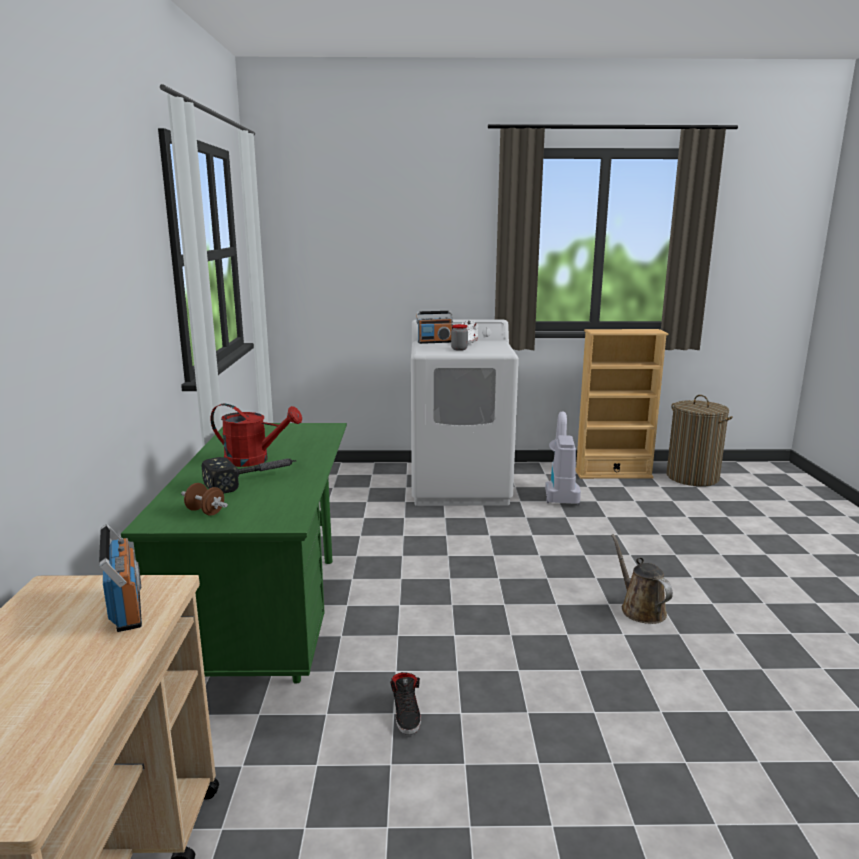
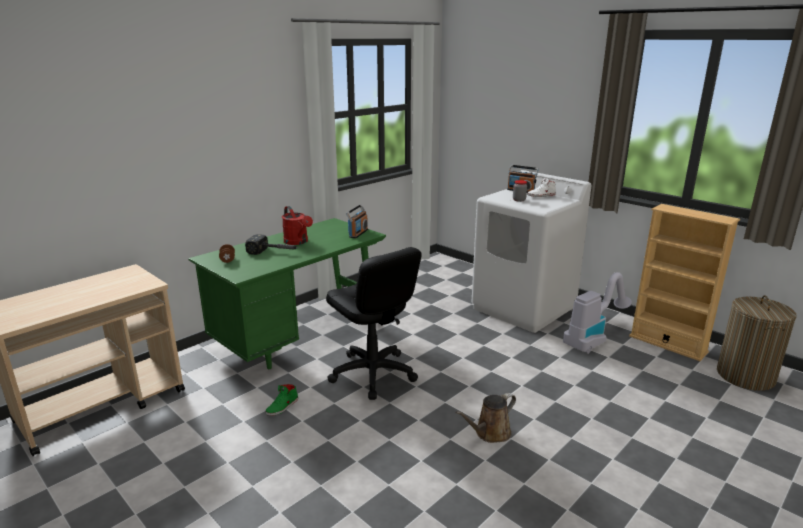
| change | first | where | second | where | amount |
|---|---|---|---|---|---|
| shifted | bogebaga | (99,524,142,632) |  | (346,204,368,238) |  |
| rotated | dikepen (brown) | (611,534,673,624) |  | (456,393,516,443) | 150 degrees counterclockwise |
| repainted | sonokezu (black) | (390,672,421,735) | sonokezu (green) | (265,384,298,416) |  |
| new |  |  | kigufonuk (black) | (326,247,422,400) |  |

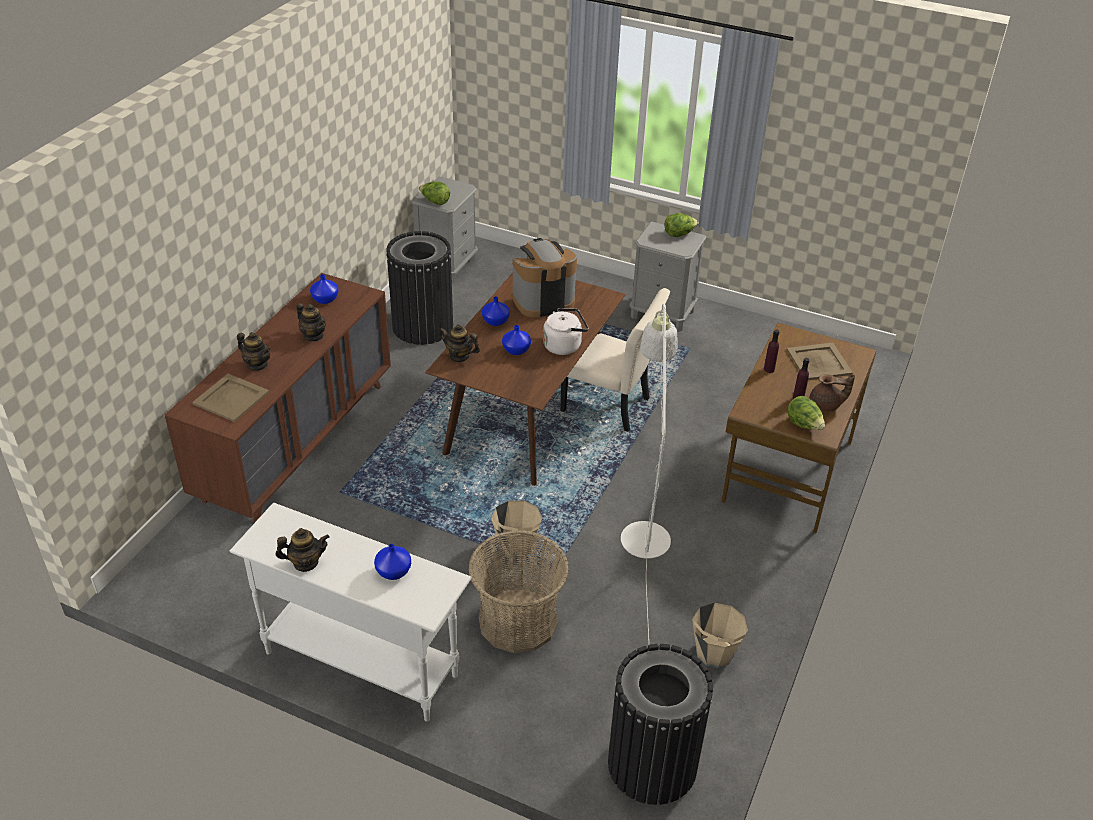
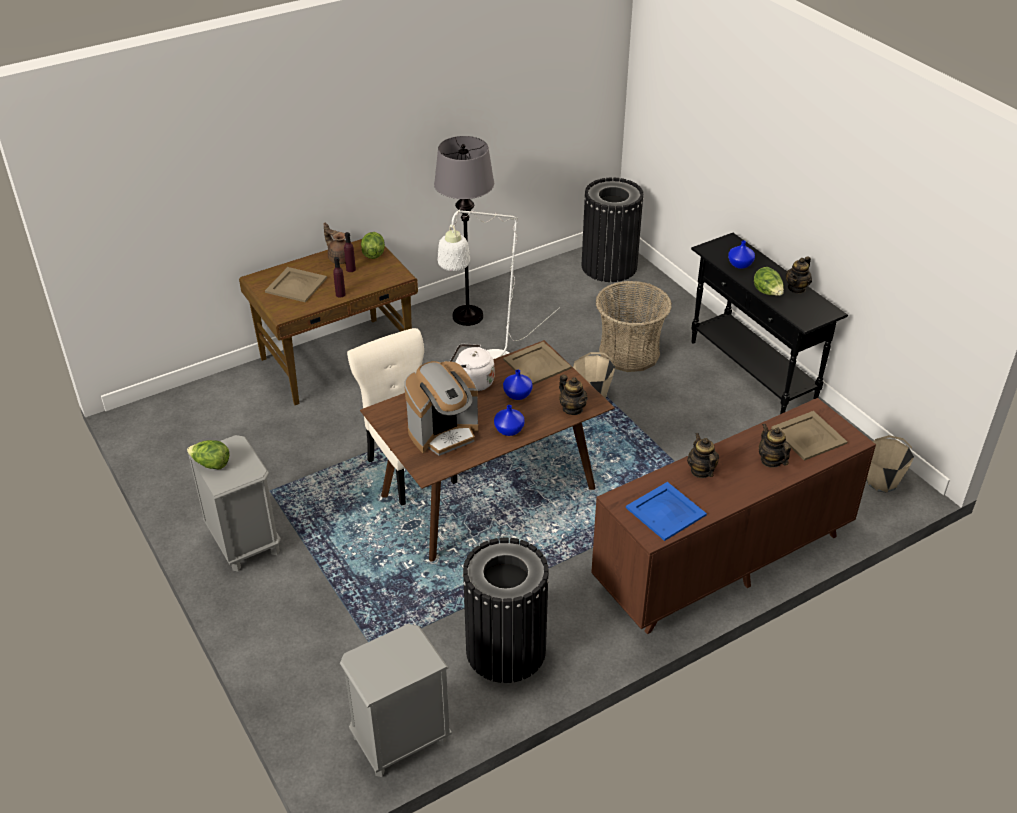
| change | first | where | second | where | amount |
|---|---|---|---|---|---|
| shifted | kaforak | (419,182,450,205) |  | (754,267,784,296) |  |
| rotated | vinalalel | (512,238,577,318) |  | (405,361,479,456) | 45 degrees counterclockwise |
| swapped | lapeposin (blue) | (310,274,339,304) | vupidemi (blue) | (626,482,707,541) |  |
| repainted | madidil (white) | (230,503,472,722) | madidil (black) | (691,233,848,414) |  |
| rotated | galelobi | (276,528,330,572) |  | (786,256,812,294) | 75 degrees counterclockwise |
| shifted | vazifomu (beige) | (692,603,748,668) |  | (866,435,914,493) |  |
| new |  |  | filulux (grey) | (434,136,494,326) |  |
| new |  |  | vupidemi (beige) | (503,342,571,385) |  |

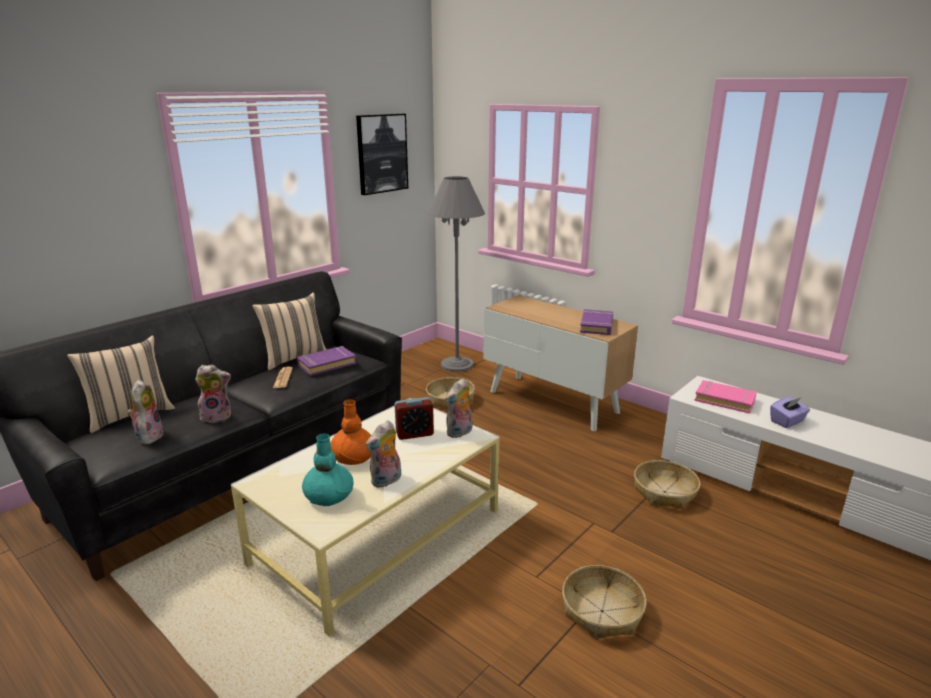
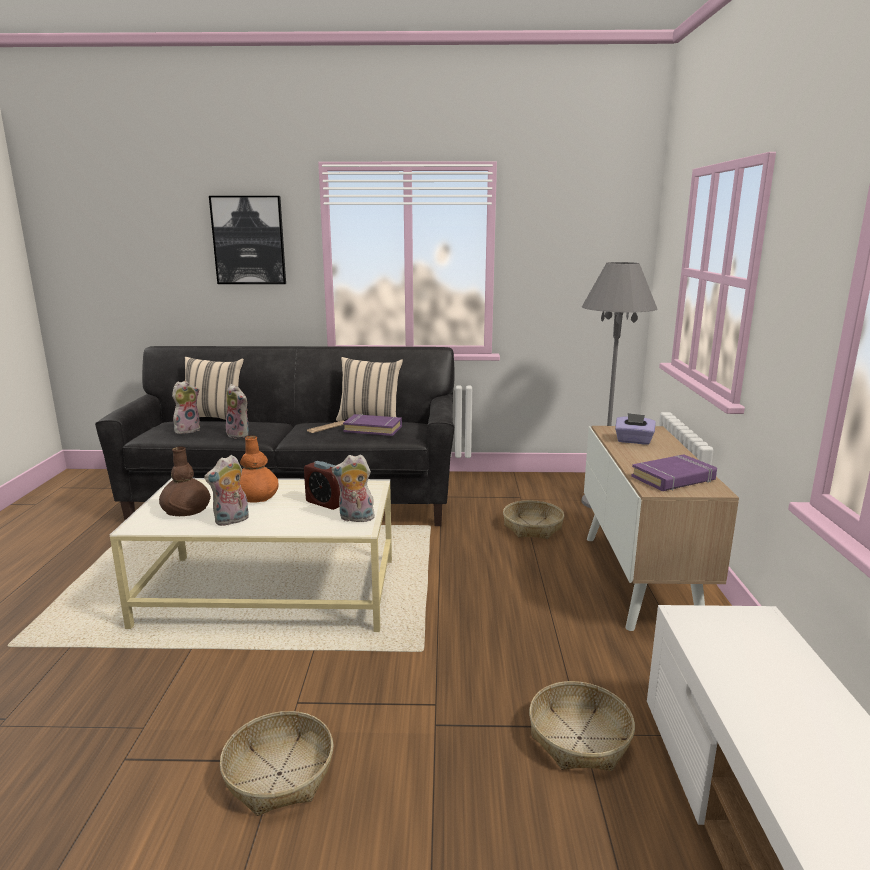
| change | first | where | second | where | amount |
|---|---|---|---|---|---|
| shifted | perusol | (356,114,408,195) |  | (209,196,286,284) |  |
| gone | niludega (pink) | (694,380,757,414) |  |  |  |
| shifted | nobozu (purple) | (770,397,810,428) |  | (615,413,656,445) |  |
| rotated | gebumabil | (366,420,401,488) |  | (204,455,249,526) | 45 degrees counterclockwise |
| repainted | lapeposin (turquoise) | (302,433,354,506) | lapeposin (brown) | (159,446,211,516) |  |

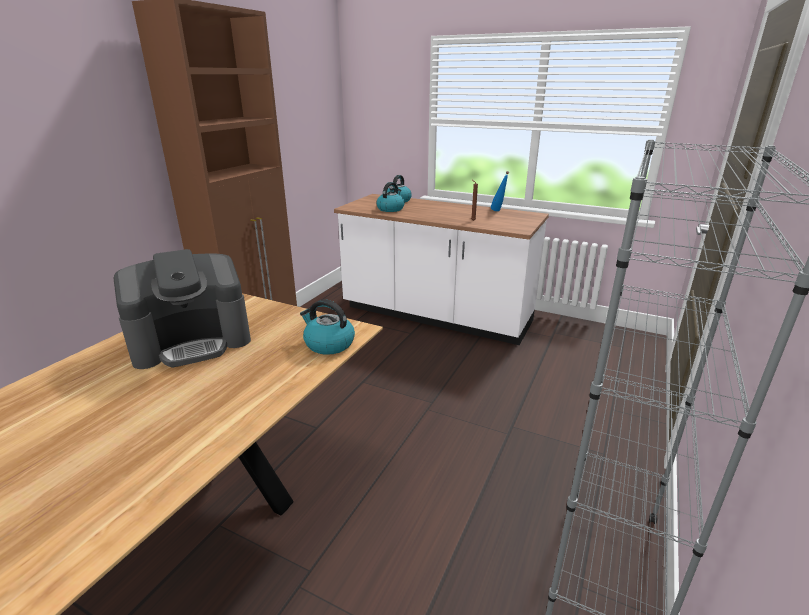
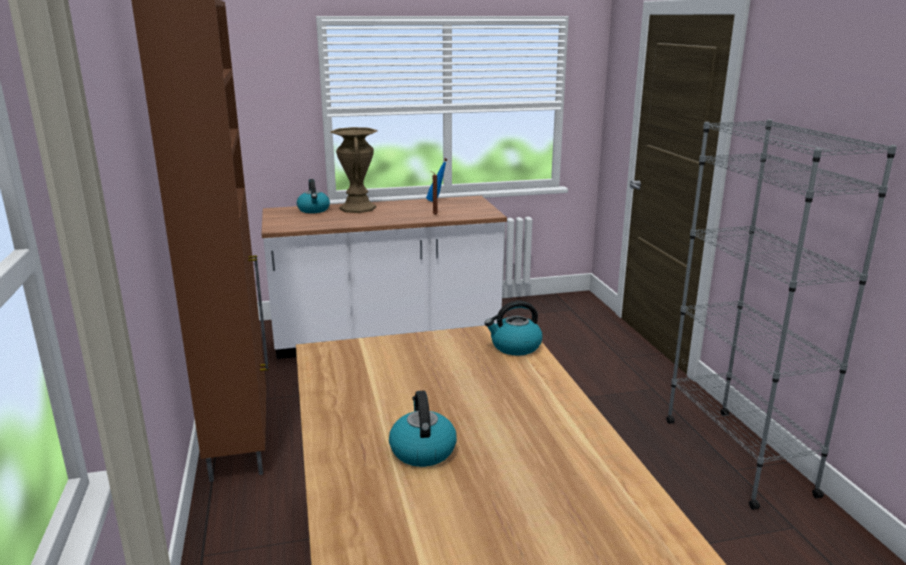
| change | first | where | second | where | amount |
|---|---|---|---|---|---|
| shifted | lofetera | (376,182,405,212) |  | (389,391,457,467) |  |
| gone | vinalalel | (113,249,251,369) |  |  |  |
| new |  |  | lapeposin (brown) | (330,127,378,213) |  |

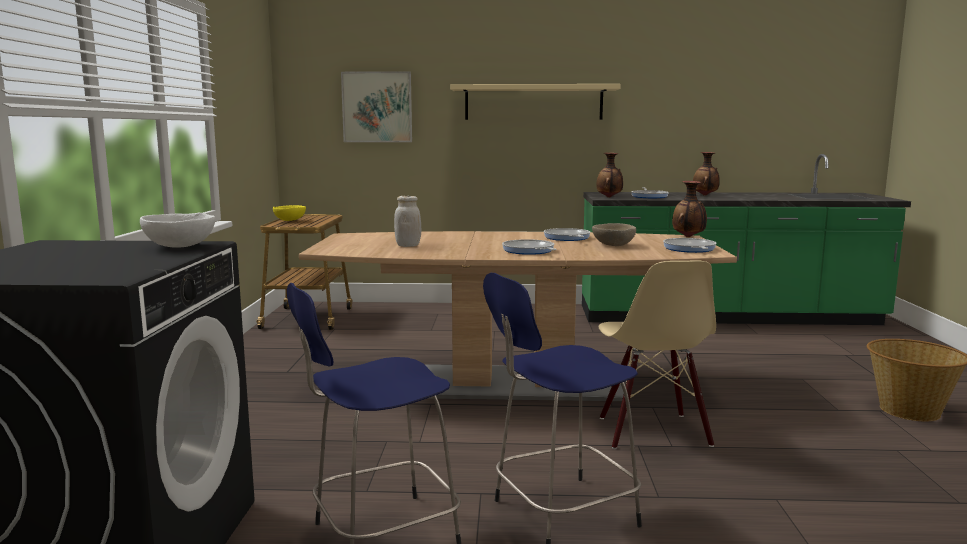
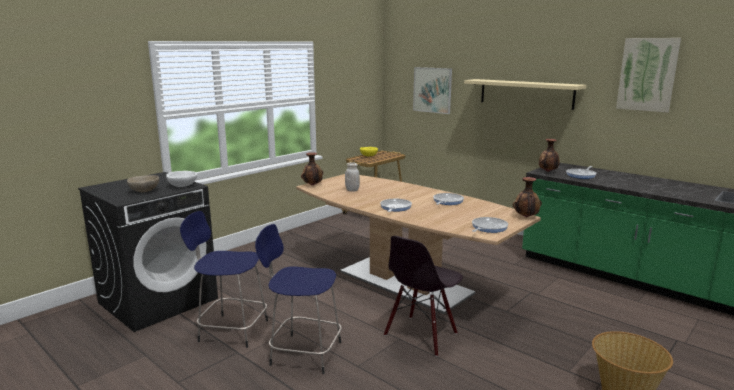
| change | first | where | second | where | amount |
|---|---|---|---|---|---|
| shifted | lapeposin | (693,152,720,196) |  | (301,152,323,186) |  |
| shifted | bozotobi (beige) | (592,223,636,246) |  | (127,175,159,192) |  |
| repainted | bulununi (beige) | (599,260,716,449) | bulununi (black) | (384,236,463,357) |  |
| new |  |  | perusol | (616,38,681,113) |  |

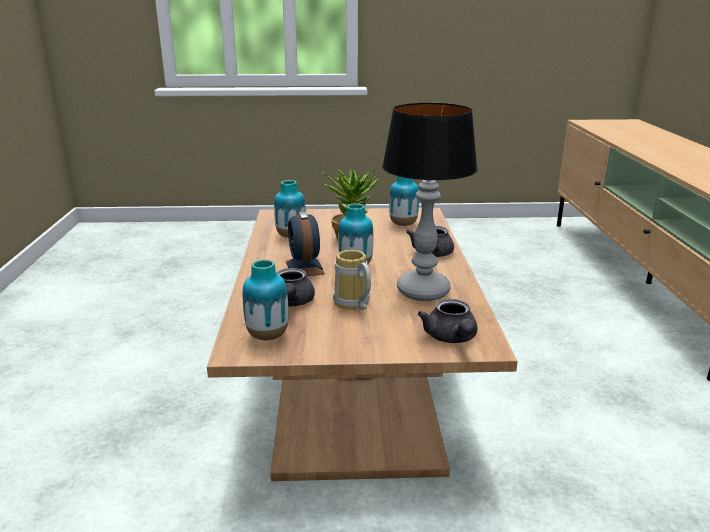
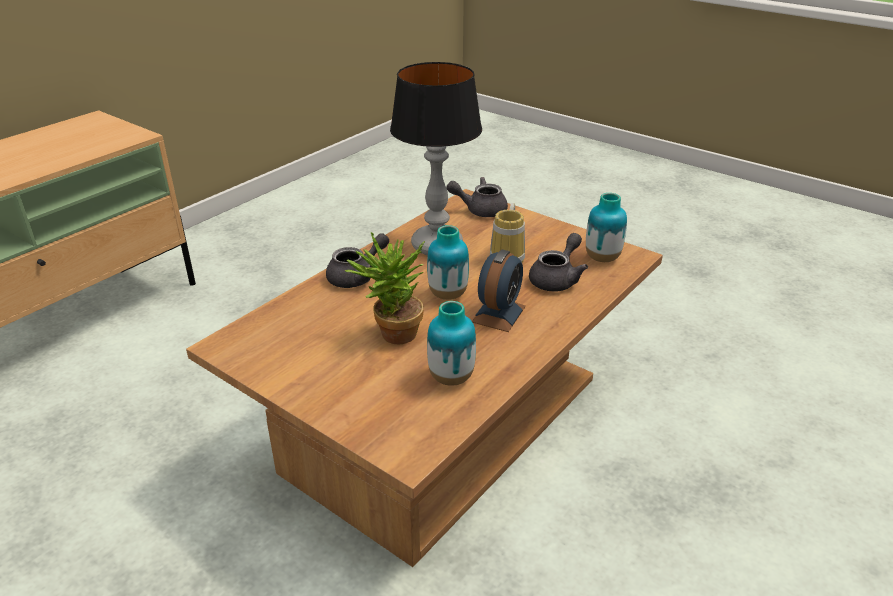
| change | first | where | second | where | amount |
|---|---|---|---|---|---|
| gone | lapeposin | (389,176,419,226) |  |  |  |
| rotated | galelobi (grey) | (418,299,478,343) |  | (446,177,508,217) | 120 degrees counterclockwise |

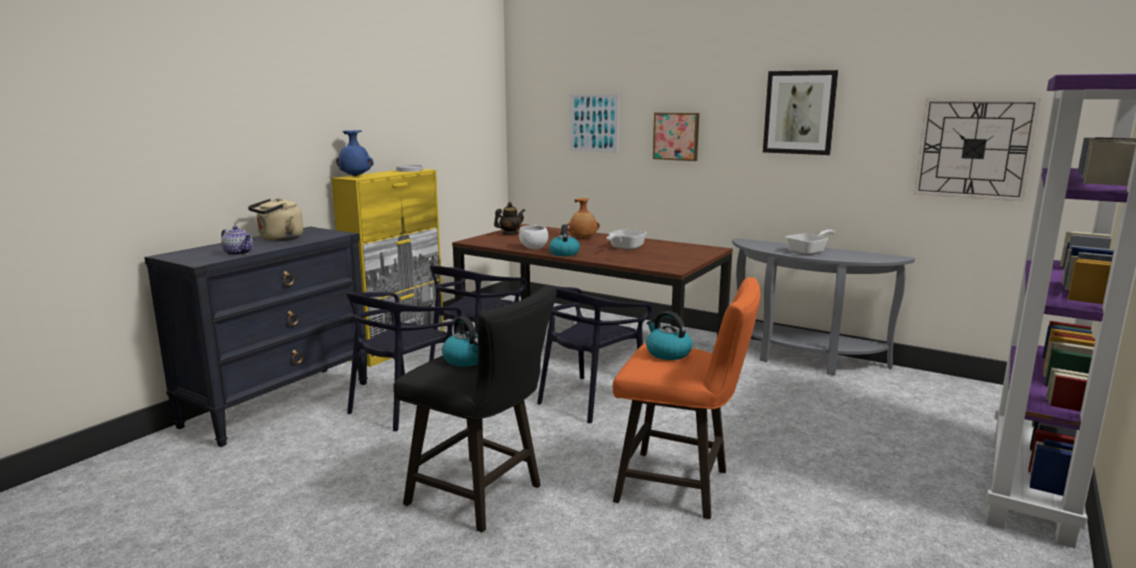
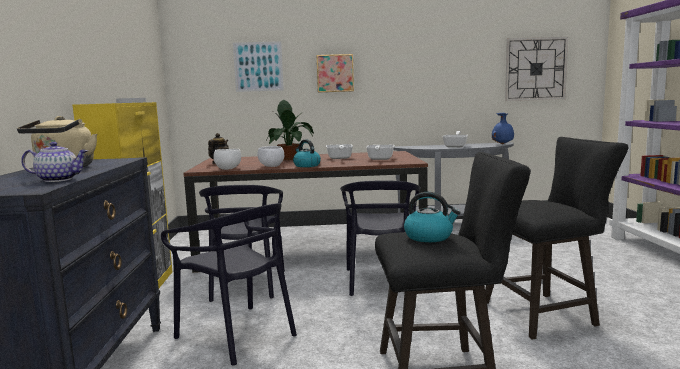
| change | first | where | second | where | amount |
|---|---|---|---|---|---|
| gone | perusol | (763,70,838,155) |  |  |  |
| shifted | lapeposin (blue) | (336,130,374,176) |  | (492,113,514,144) |  |
| swapped | lapeposin (brown) | (567,198,600,239) | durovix | (267,100,314,160) |  |
| repainted | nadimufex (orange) | (613,277,761,519) | nadimufex (black) | (485,137,628,340) |  |
| rotated | bulununi (black) | (346,292,462,431) |  | (161,203,297,366) | 45 degrees counterclockwise |
| gone | lofetera | (646,311,692,360) |  |  |  |
| new |  |  | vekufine | (366,145,394,160) |  |
| new |  |  | bozotobi (white) | (213,149,241,170) |  |

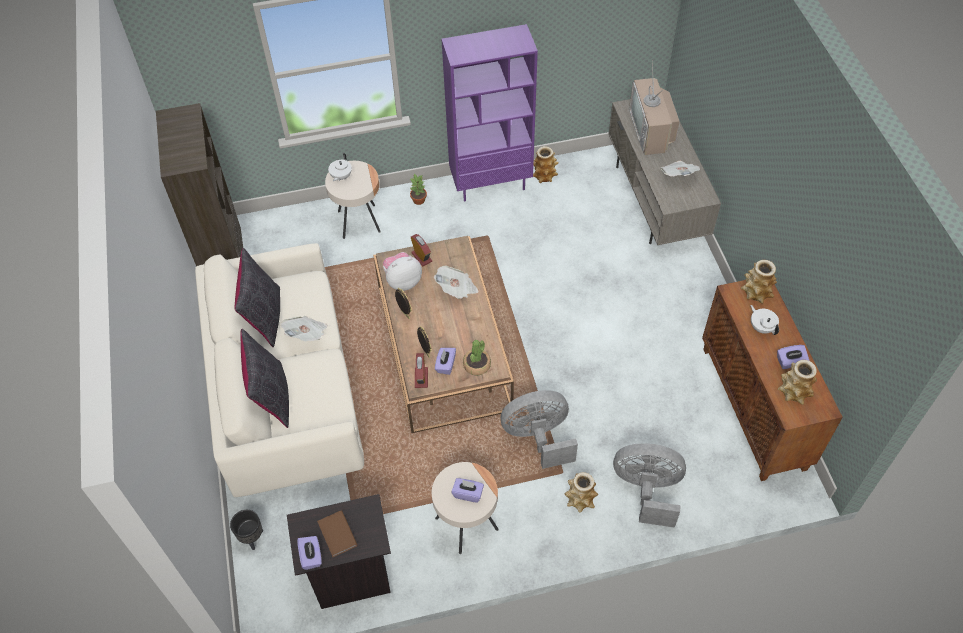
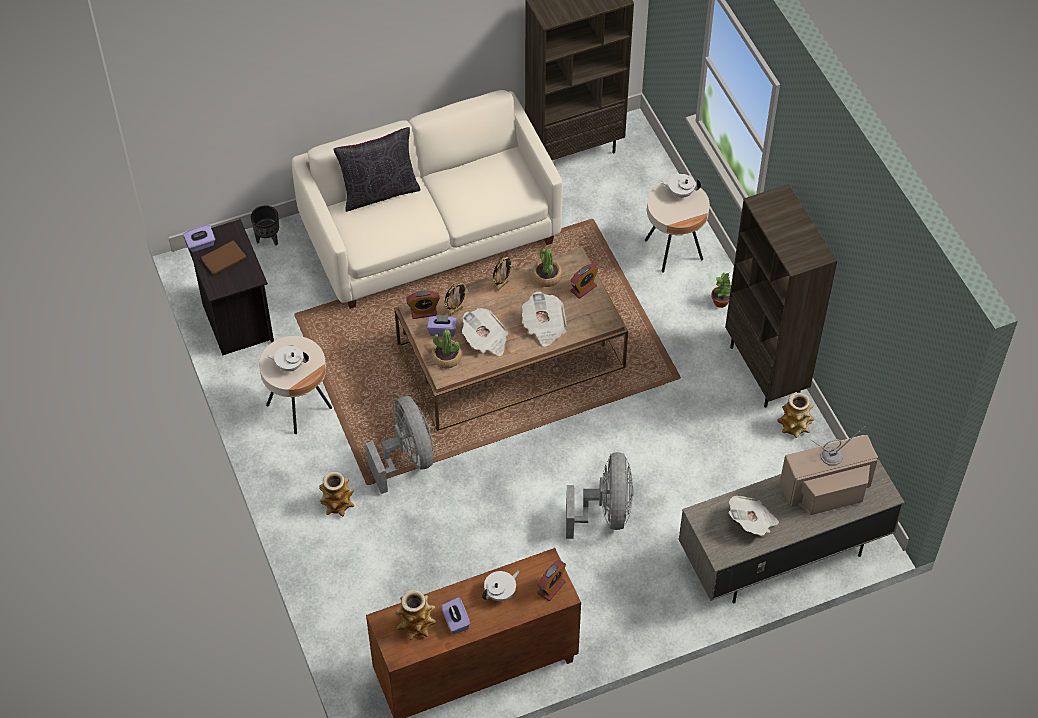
| change | first | where | second | where | amount |
|---|---|---|---|---|---|
| repainted | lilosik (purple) | (442,24,538,201) | lilosik (brown) | (725,184,837,408) |  |
| gone | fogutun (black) | (234,248,280,347) |  |  |  |
| swapped | gebumabil | (383,252,422,291) | durovix | (532,248,562,287) |  |
| swapped | lapeposin | (741,260,777,304) | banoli | (537,560,566,601) |  |
| shifted | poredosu | (281,316,328,341) |  | (462,308,508,356) |  |
| shifted | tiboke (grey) | (613,443,686,528) |  | (566,452,634,539) |  |
| swapped | nobozu (purple) | (451,478,484,503) | galelobi (white) | (266,345,309,372) |  |

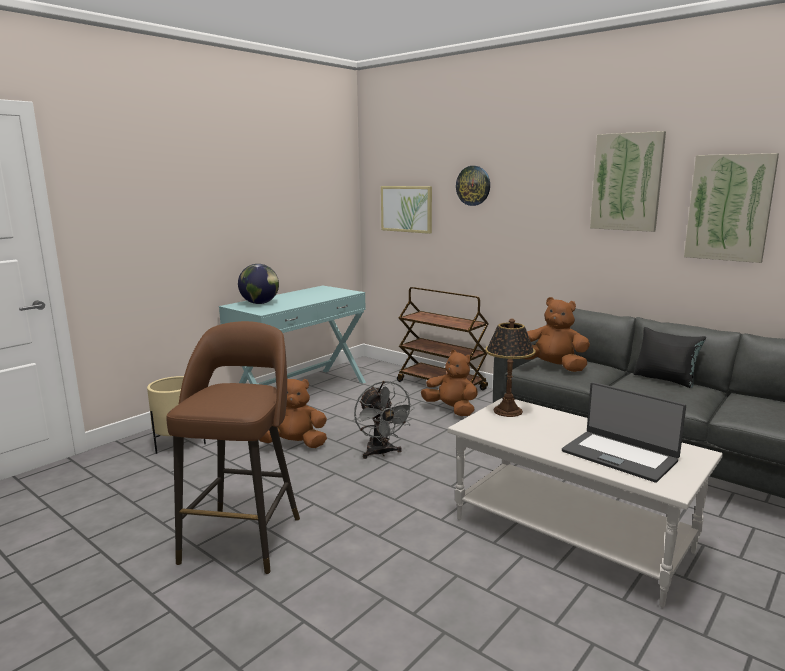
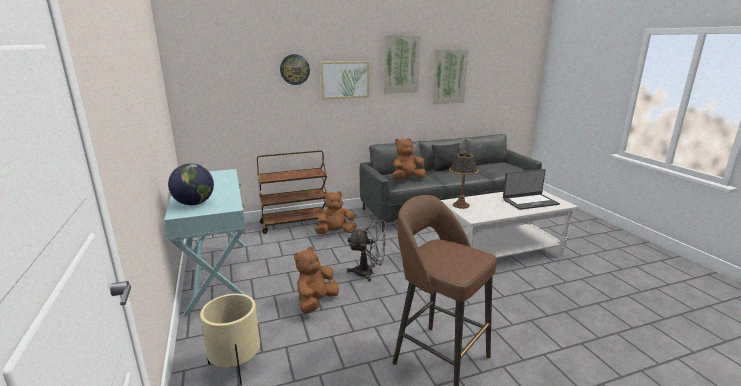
| change | first | where | second | where | amount |
|---|---|---|---|---|---|
| shifted | perusol | (381,186,432,234) |  | (320,61,369,99) |  |

